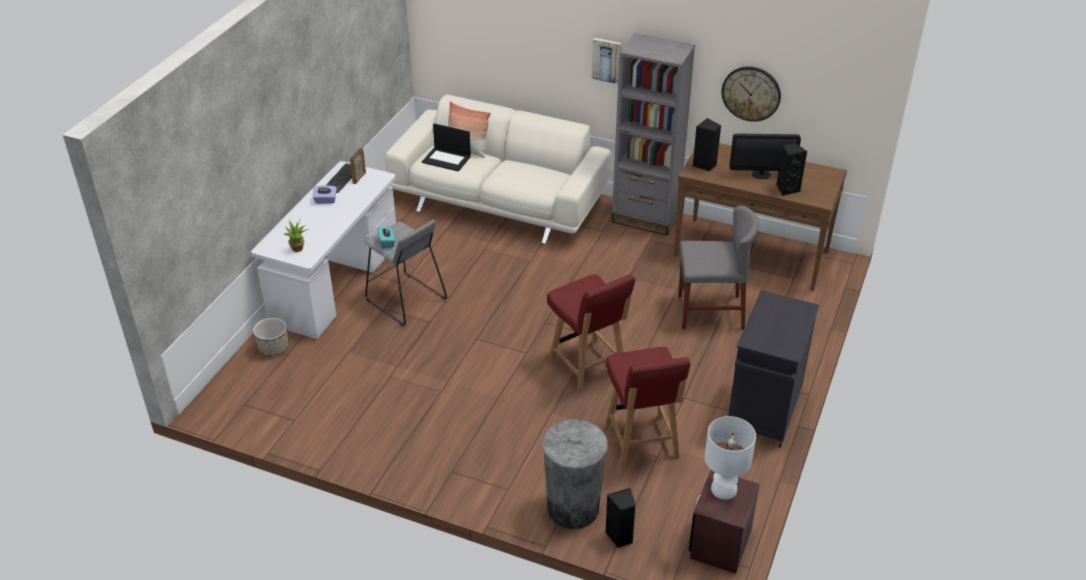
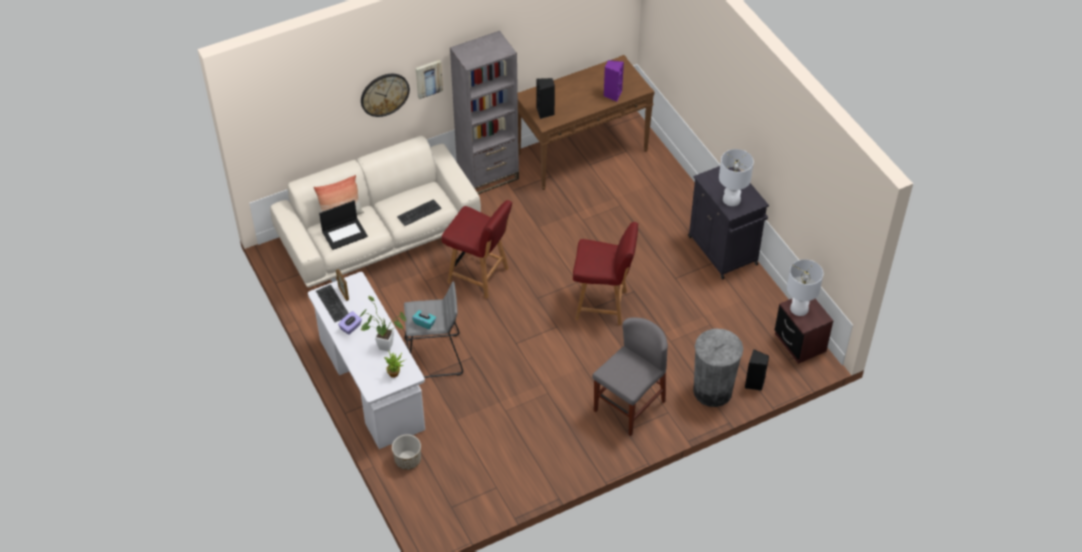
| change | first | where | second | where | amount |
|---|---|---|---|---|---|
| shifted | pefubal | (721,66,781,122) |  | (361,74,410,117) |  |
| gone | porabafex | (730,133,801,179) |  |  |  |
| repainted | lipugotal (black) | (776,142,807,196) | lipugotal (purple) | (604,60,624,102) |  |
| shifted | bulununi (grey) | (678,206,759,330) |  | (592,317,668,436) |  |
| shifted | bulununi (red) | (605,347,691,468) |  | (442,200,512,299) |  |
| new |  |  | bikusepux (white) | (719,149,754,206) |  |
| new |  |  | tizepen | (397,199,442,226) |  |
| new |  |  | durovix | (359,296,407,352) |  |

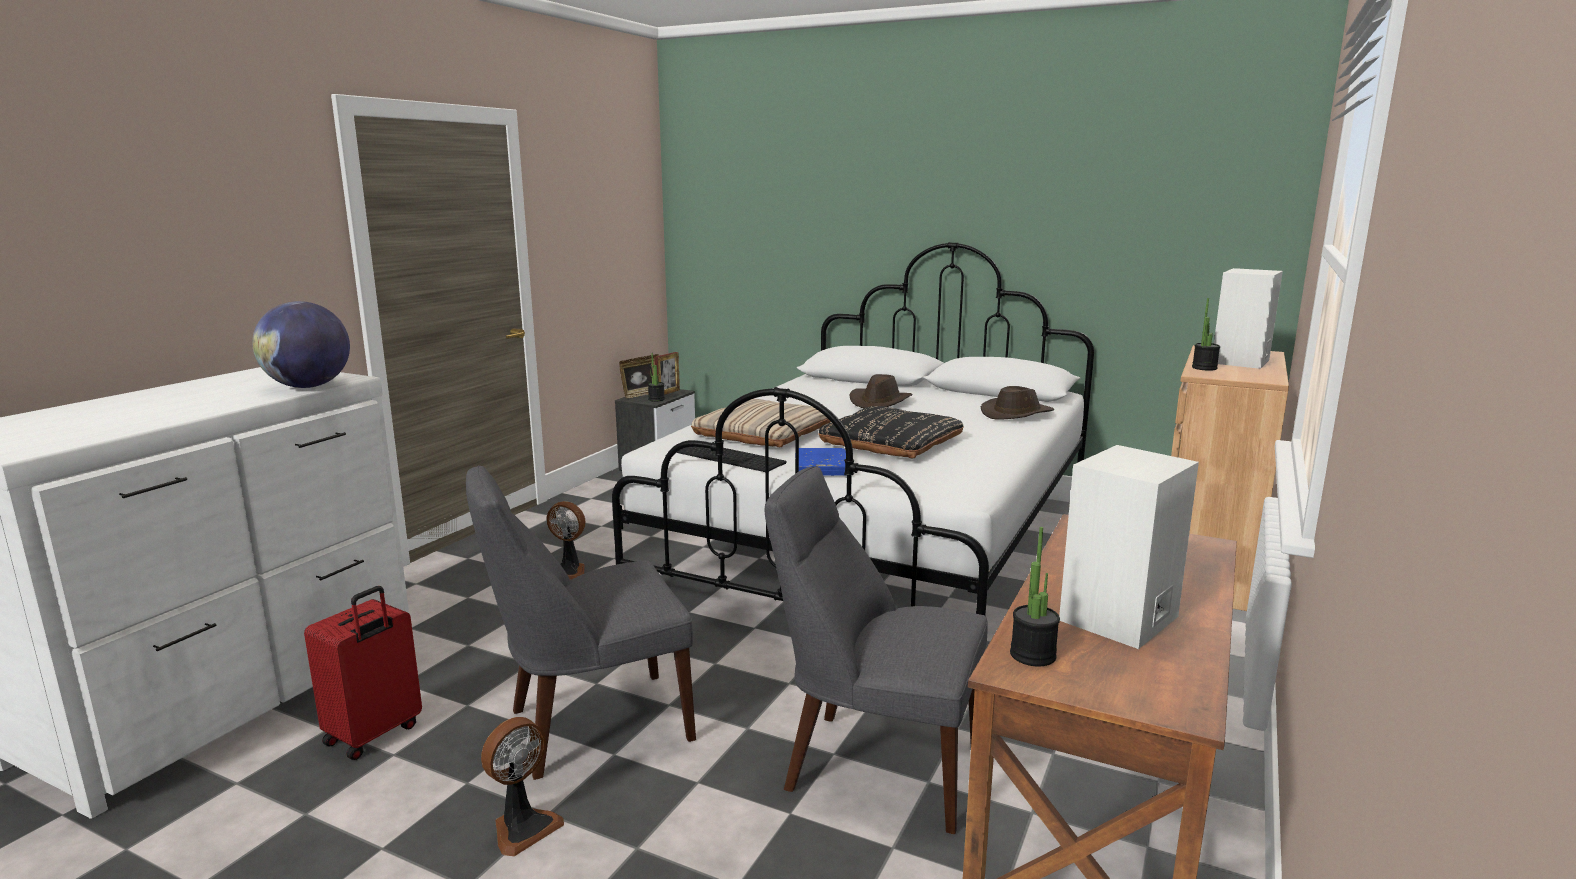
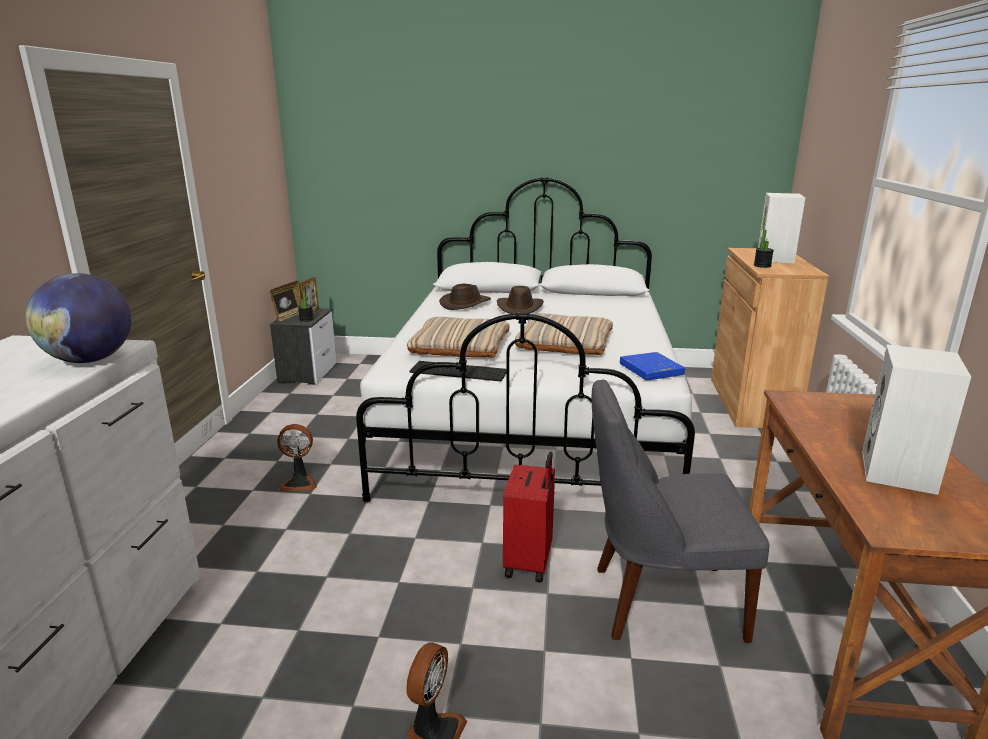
| change | first | where | second | where | amount |
|---|---|---|---|---|---|
| shifted | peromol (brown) | (981,386,1054,420) |  | (439,284,491,310) |  |
| repainted | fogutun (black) | (818,406,964,459) | fogutun (beige) | (515,314,613,355) |  |
| shifted | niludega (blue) | (799,448,846,476) |  | (620,352,685,380) |  |
| gone | bulununi (grey) | (466,465,696,780) |  |  |  |
| gone | durovix | (1010,527,1060,666) |  |  |  |
| shifted | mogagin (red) | (304,586,422,760) |  | (503,452,555,582) |  |

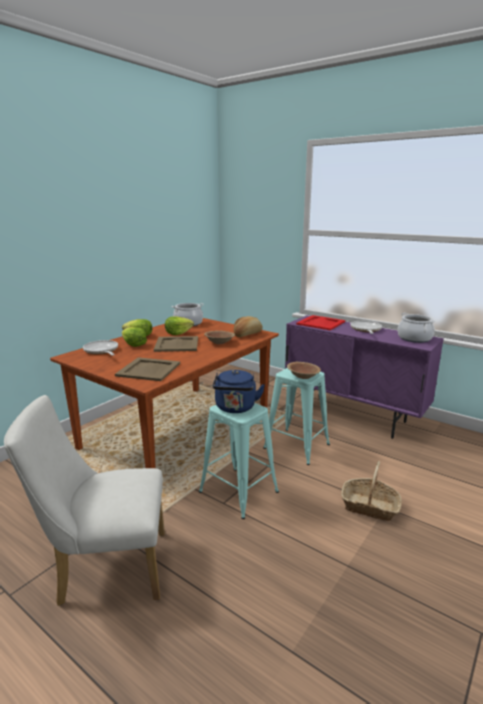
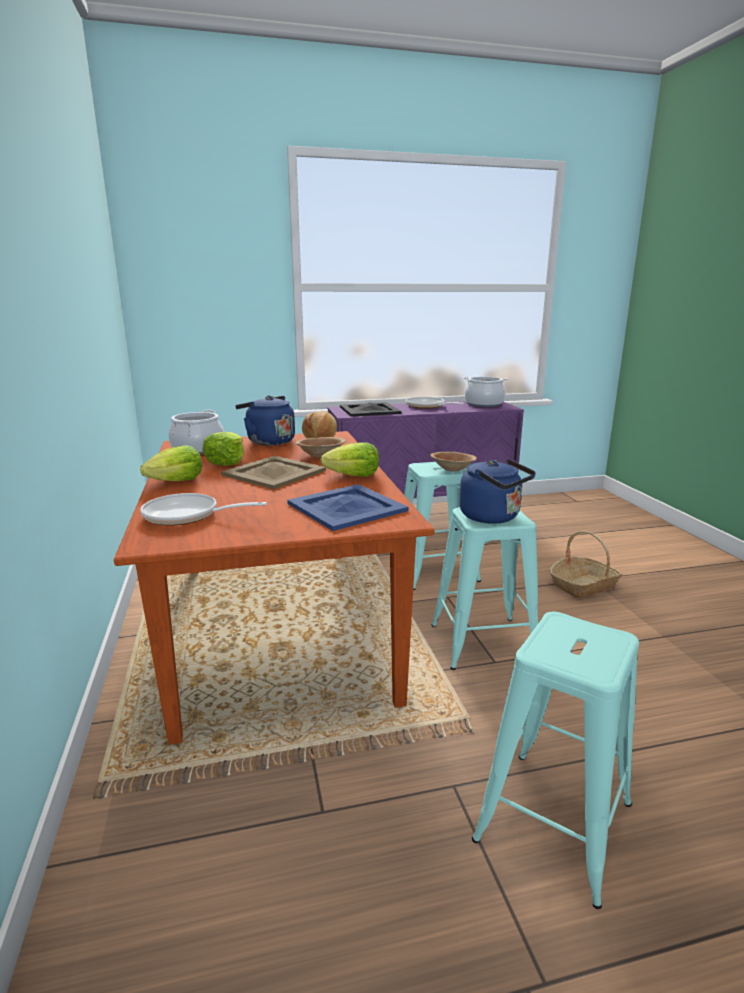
| change | first | where | second | where | amount |
|---|---|---|---|---|---|
| repainted | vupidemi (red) | (296,315,345,330) | vupidemi (black) | (340,402,402,417) |  |
| shifted | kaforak | (122,327,147,347) |  | (320,442,379,477) |  |
| repainted | vupidemi (beige) | (115,357,180,381) | vupidemi (blue) | (287,484,409,531) |  |
| swapped | bulununi (white) | (4,395,165,606) | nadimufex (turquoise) | (472,612,639,909) |  |
| new |  |  | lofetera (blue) | (235,396,295,446) |  |

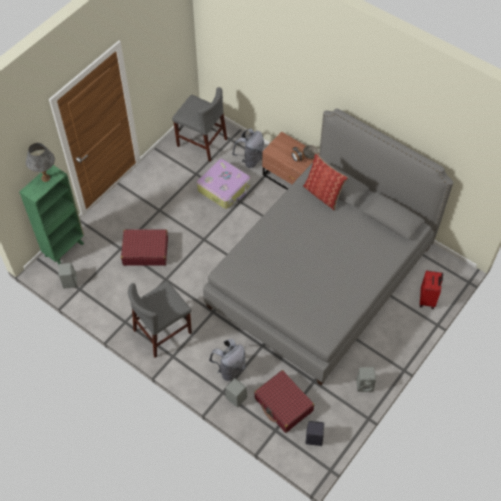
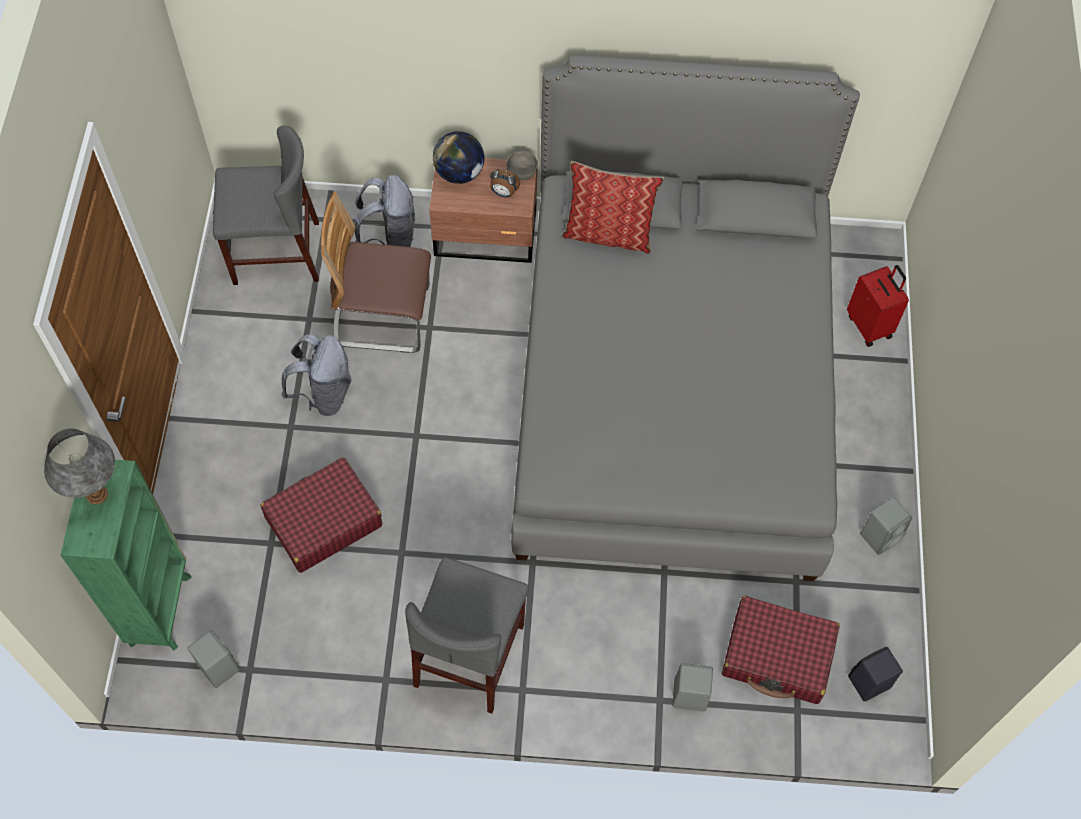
| change | first | where | second | where | amount |
|---|---|---|---|---|---|
| swapped | mogagin | (197,159,250,209) | bulununi | (321,192,431,353) |  |
| shifted | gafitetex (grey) | (209,339,246,381) |  | (282,334,352,416) |  |
| new |  |  | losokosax | (433,131,484,184) |  |

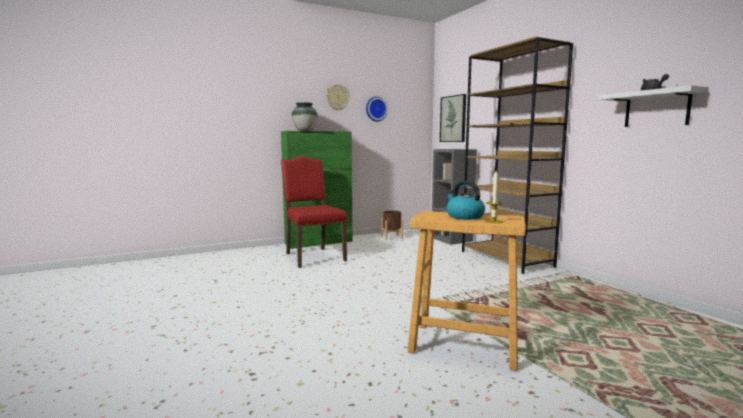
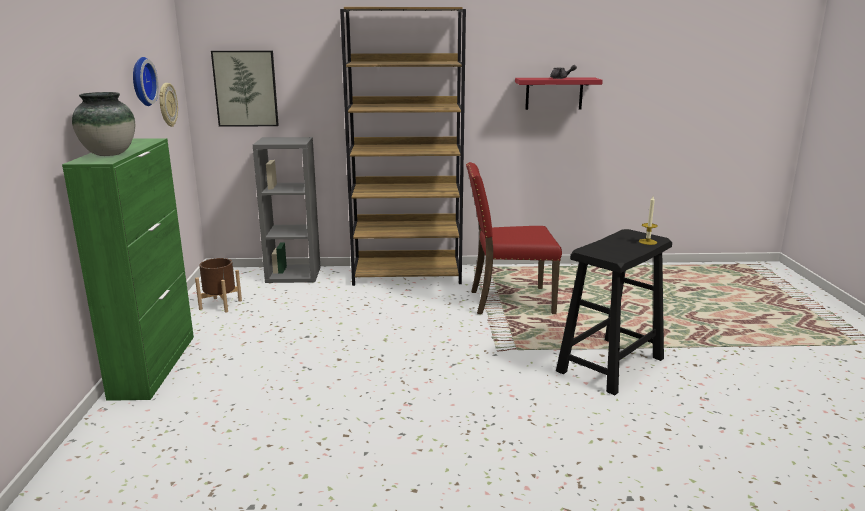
| change | first | where | second | where | amount |
|---|---|---|---|---|---|
| shifted | pefubal | (326,84,350,111) |  | (159,83,178,127) |  |
| repainted | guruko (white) | (599,85,709,127) | guruko (red) | (515,78,603,110) |  |
| shifted | bulununi (red) | (281,156,347,268) |  | (466,162,562,314) |  |
| gone | lofetera | (446,181,485,219) |  |  |  |
| repainted | nadimufex (beige) | (407,211,526,371) | nadimufex (black) | (556,229,672,395) |  |

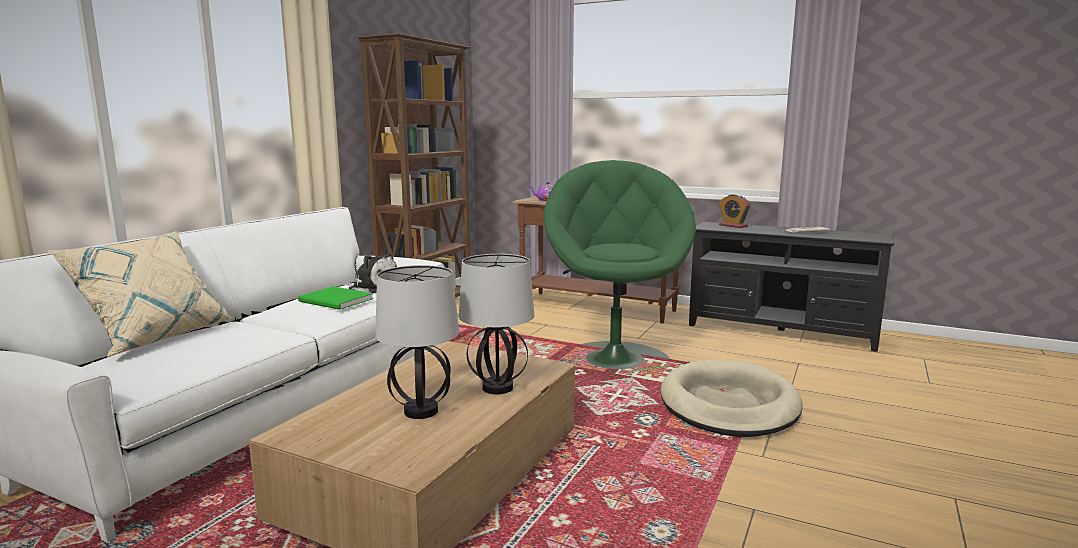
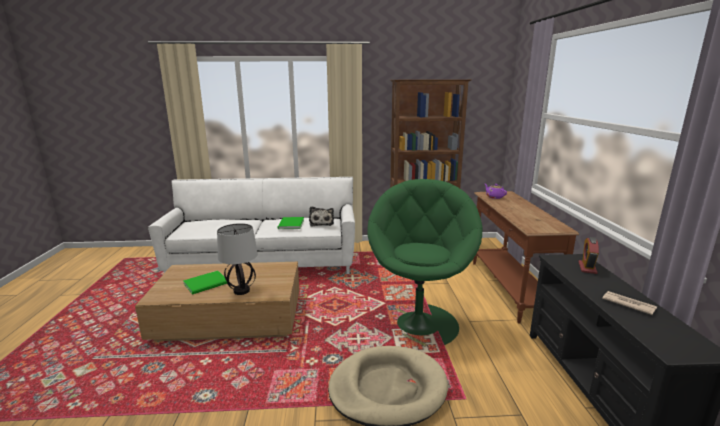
| change | first | where | second | where | amount |
|---|---|---|---|---|---|
| rotated | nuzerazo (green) | (543,160,696,369) |  | (367,179,483,345) | 45 degrees counterclockwise |
| gone | fogutun (beige) | (47,231,233,357) |  |  |  |
| swapped | bikusepux | (375,265,459,419) | niludega (green) | (183,271,227,295) |  |

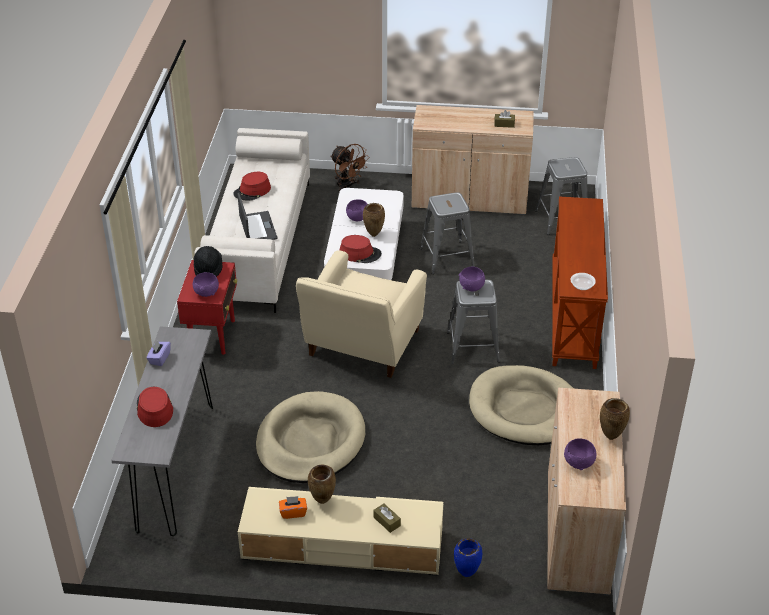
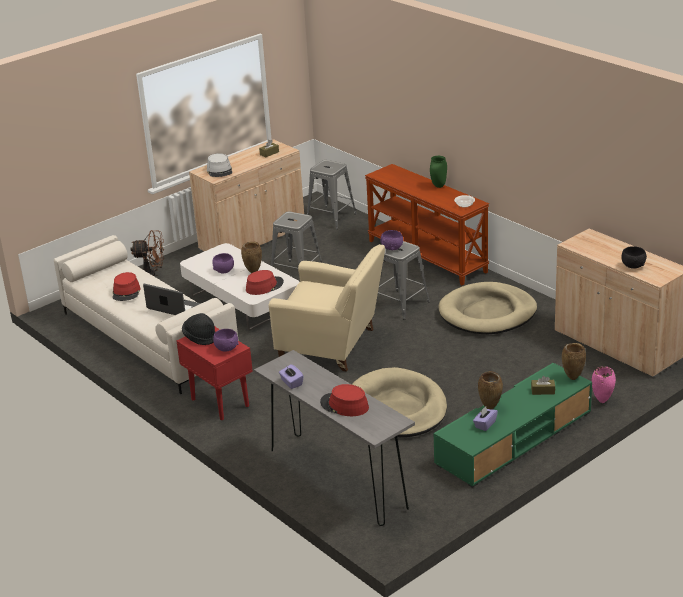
| change | first | where | second | where | amount |
|---|---|---|---|---|---|
| rotated | nuzerazo (beige) | (296,250,427,378) |  | (269,244,385,372) | 45 degrees counterclockwise |
| shifted | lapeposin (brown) | (600,398,630,440) |  | (562,343,586,380) |  |
| repainted | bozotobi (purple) | (564,438,596,470) | bozotobi (black) | (621,246,647,269) |  |
| repainted | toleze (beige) | (238,487,443,576) | toleze (green) | (434,363,592,488) |  |
| repainted | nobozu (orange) | (279,496,307,519) | nobozu (purple) | (473,406,498,431) |  |
| repainted | lapeposin (blue) | (454,538,482,577) | lapeposin (pink) | (592,367,616,403) |  |
| new |  |  | peromol (grey) | (207,153,233,177) |  |
| new |  |  | lapeposin (green) | (430,156,447,188) |  |

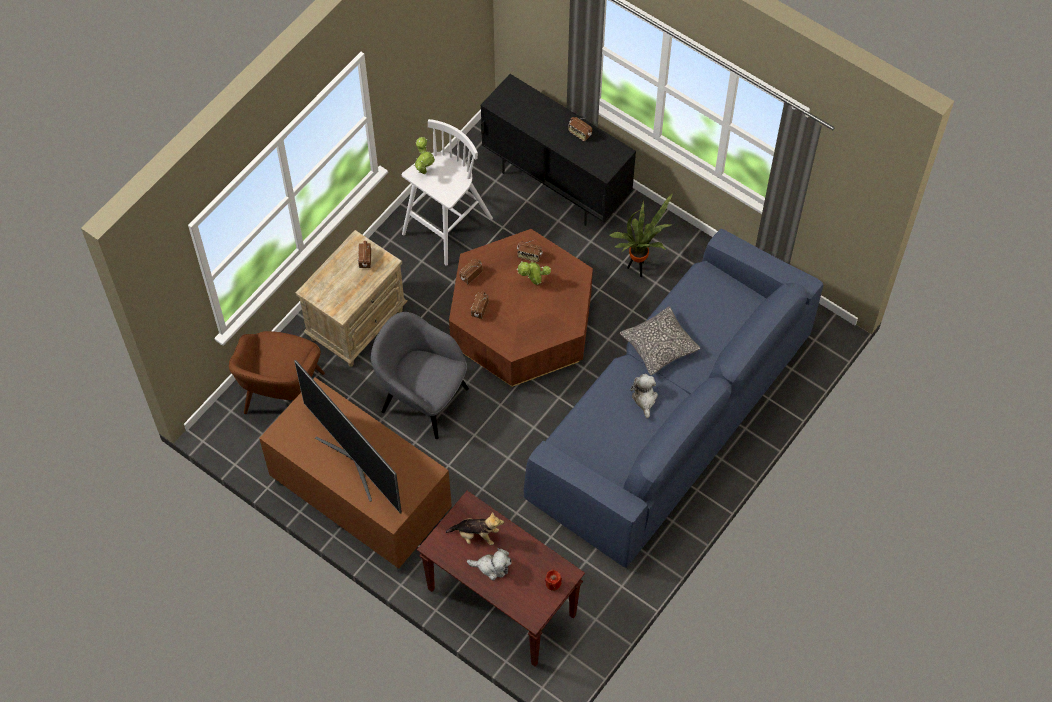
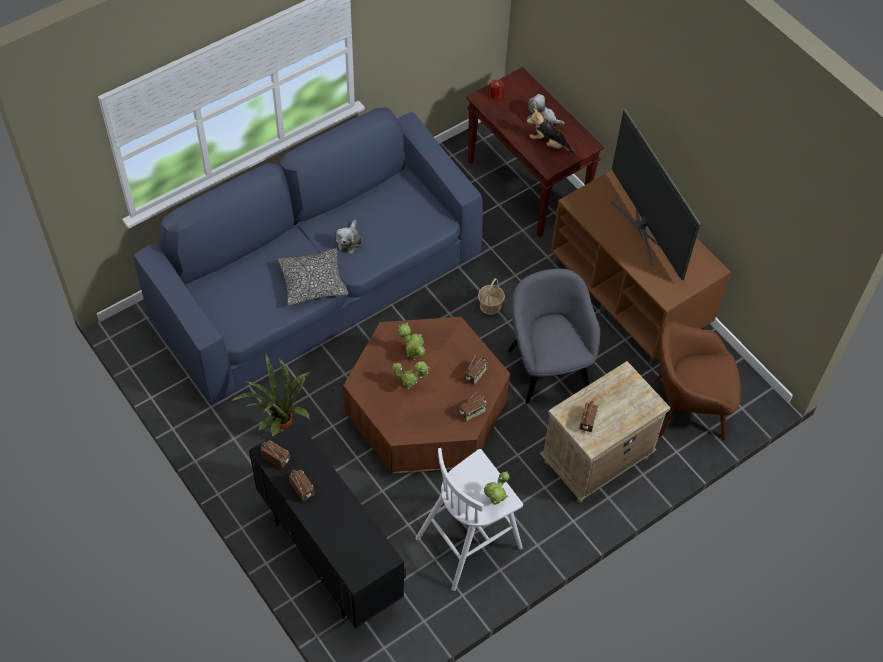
| change | first | where | second | where | amount |
|---|---|---|---|---|---|
| shifted | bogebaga | (517,240,543,262) |  | (261,440,290,469) |  |
| rotated | nuzerazo (grey) | (371,312,469,439) |  | (508,269,600,404) | 150 degrees counterclockwise |
| rotated | nuzerazo (brown) | (229,331,325,414) |  | (654,322,741,440) | 120 degrees counterclockwise |
| new |  |  | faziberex | (478,278,505,315) |  |
| new |  |  | durovix | (398,323,425,360) |  |

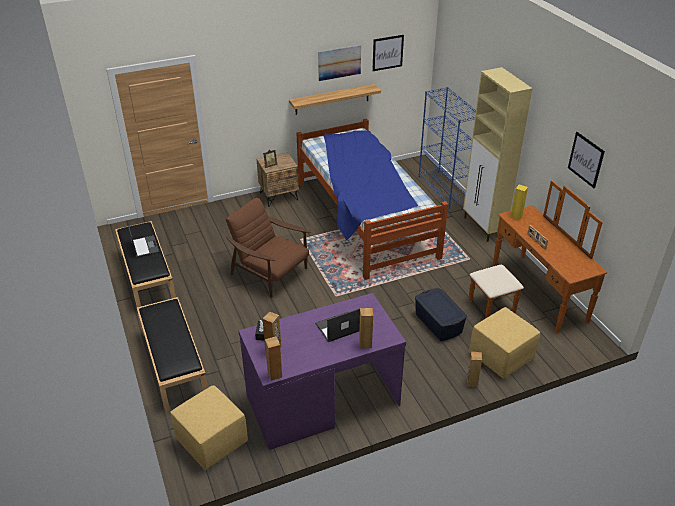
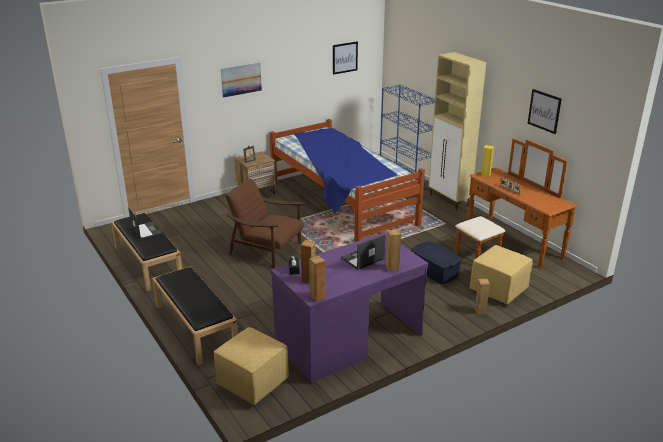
| change | first | where | second | where | amount |
|---|---|---|---|---|---|
| shifted | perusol | (318,45,361,81) |  | (221,63,262,98) |  |
| gone | guruko | (289,84,381,115) |  |  |  |

